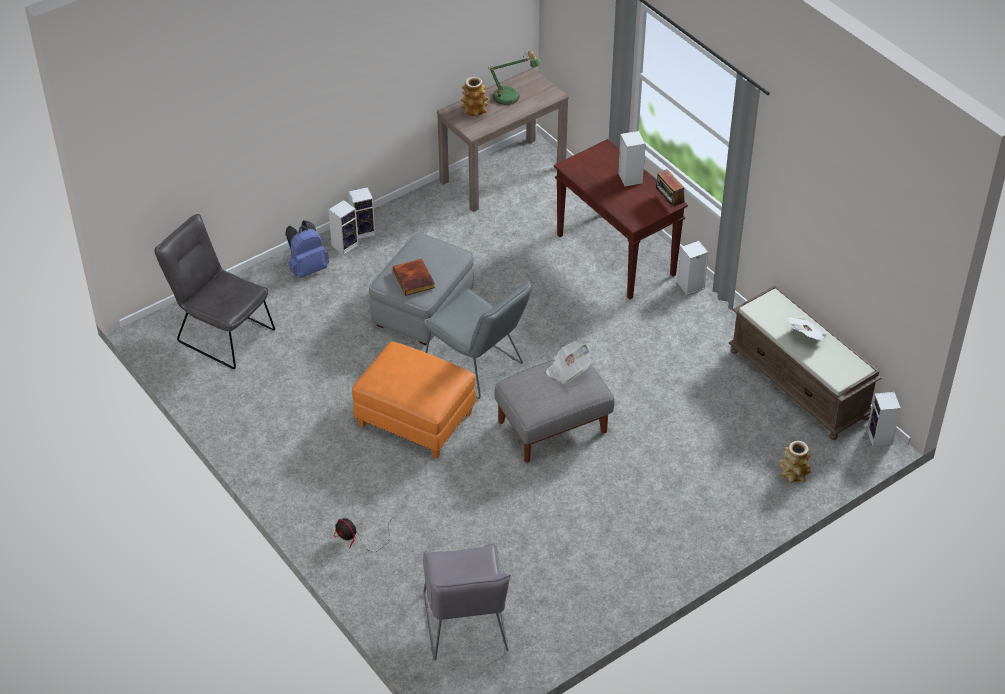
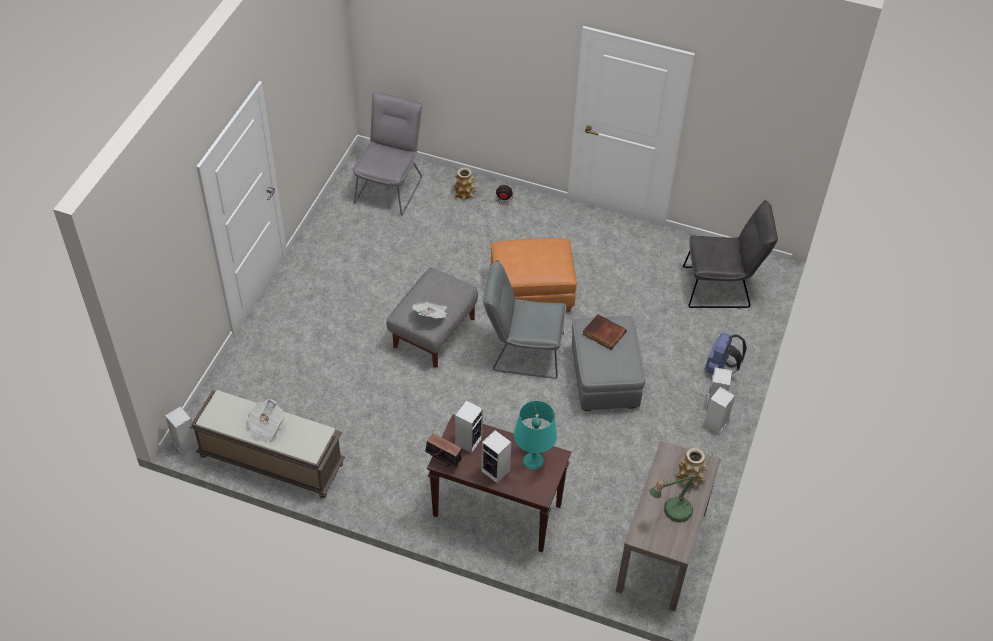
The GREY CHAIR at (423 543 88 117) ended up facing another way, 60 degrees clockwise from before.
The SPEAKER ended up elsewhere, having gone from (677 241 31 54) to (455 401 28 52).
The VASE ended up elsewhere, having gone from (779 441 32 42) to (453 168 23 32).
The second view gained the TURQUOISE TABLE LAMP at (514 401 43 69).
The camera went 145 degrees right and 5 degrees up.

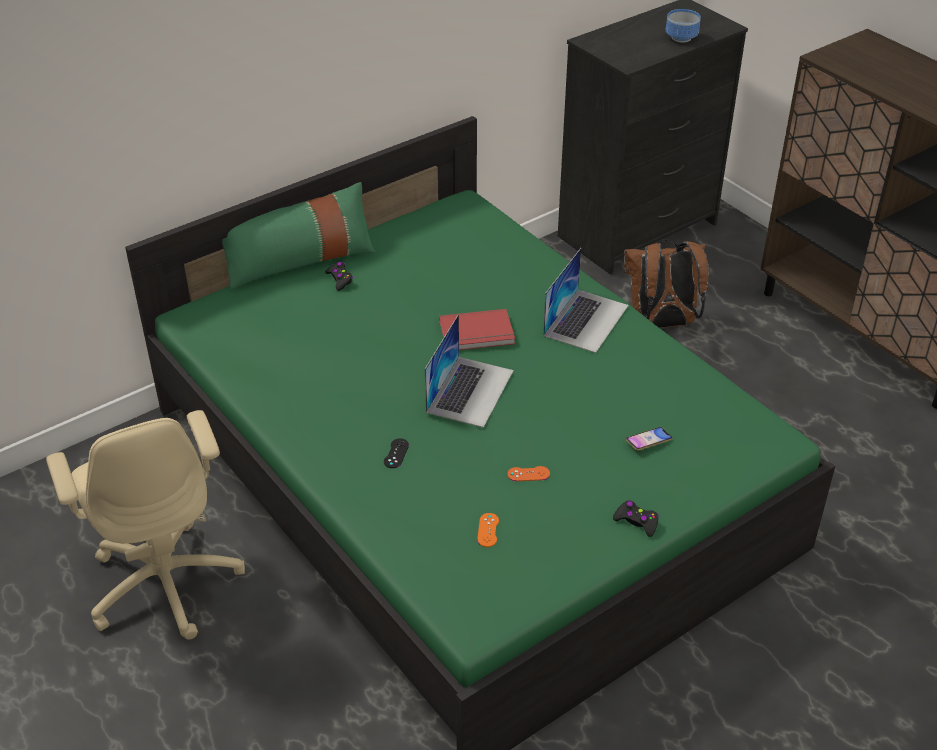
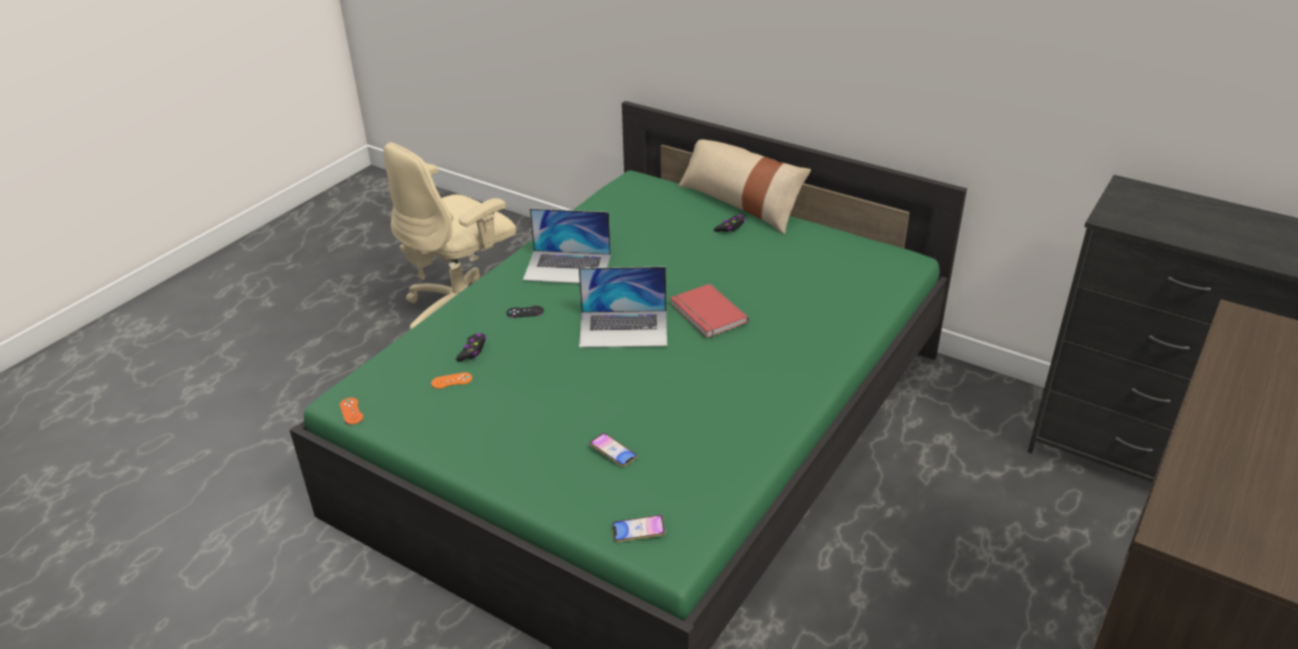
What was the GREEN PILLOW at (222 182 154 108) turned into the BEIGE PILLOW at (679 140 132 94).
The ORANGE GAME CONTROLLER ended up elsewhere, having gone from (507 466 43 15) to (340 398 23 27).
The LAPTOP ended up elsewhere, having gone from (543 248 86 105) to (523 208 88 75).
The BLACK GAME CONTROLLER ended up elsewhere, having gone from (613 500 46 37) to (456 333 30 28).
The second view lost the BROWN BACKPACK at (624 240 85 88).
The second view lost the BOWL at (666 9 35 34).
The second view gained the PHONE at (612 515 53 27).
The camera went 70 degrees right and 5 degrees down.

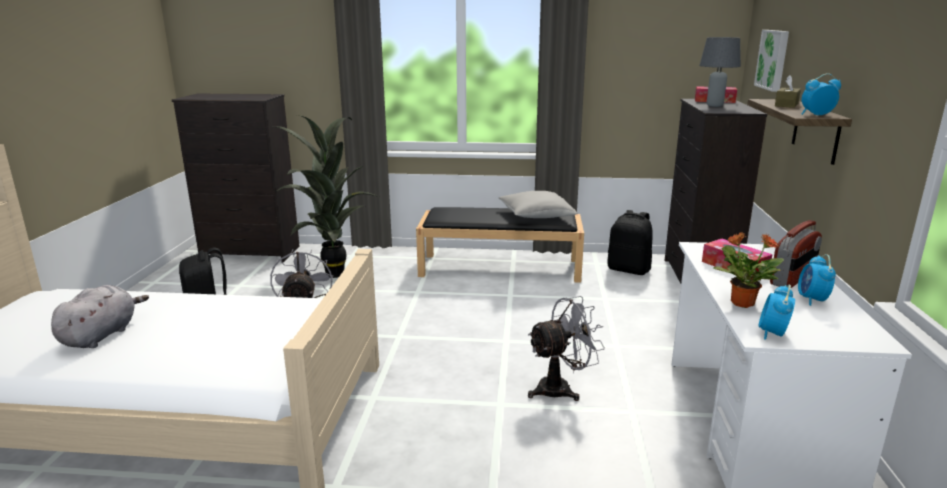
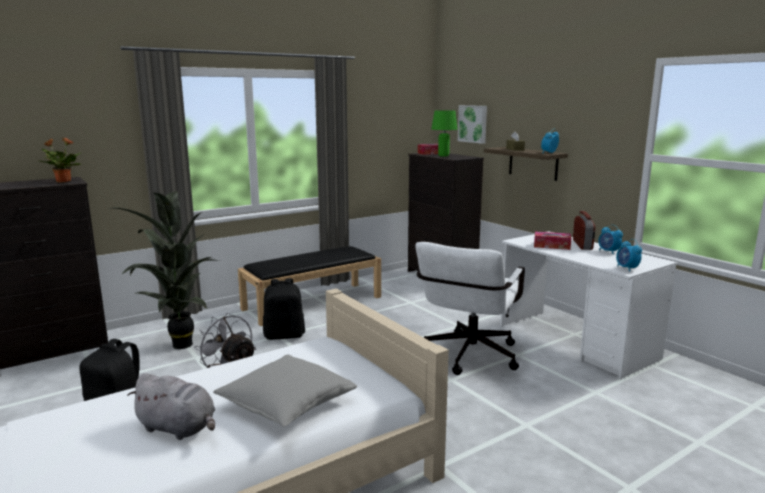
The GREY PLUSH TOY at (51 285 98 63) ended up facing another way, 135 degrees clockwise from before.
The GREY PILLOW ended up elsewhere, having gone from (499 191 78 27) to (213 354 144 73).
Where the GREY FAN stood at (528 296 77 105), the WHITE OFFICE CHAIR came to stand at (415 242 110 133).
The BLACK BACKPACK ended up elsewhere, having gone from (608 210 44 65) to (263 278 42 62).
What was the GREY TABLE LAMP at (699 37 42 70) turned into the GREEN TABLE LAMP at (431 110 27 47).
The POTTED PLANT ended up elsewhere, having gone from (714 232 70 76) to (40 137 41 45).
The camera went 40 degrees left and 5 degrees down.

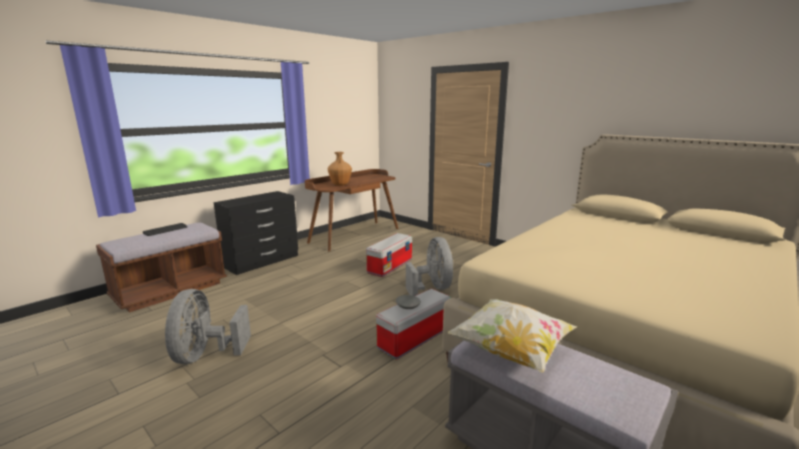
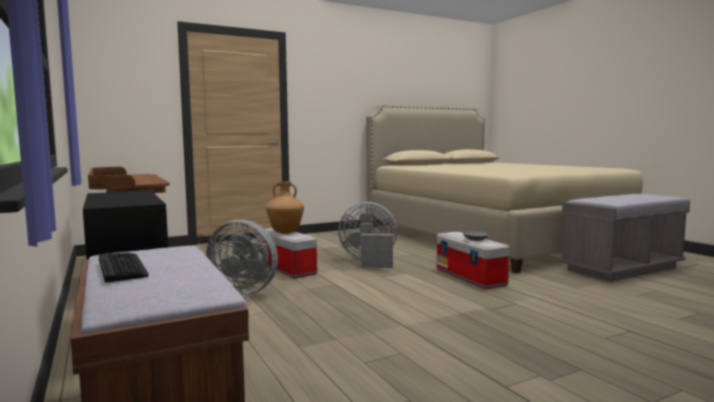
The GREY FAN ended up elsewhere, having gone from (165 289 86 75) to (206 220 72 75).
The BROWN VASE ended up elsewhere, having gone from (328 152 24 34) to (266 182 38 52).
The second view lost the PILLOW at (447 299 130 74).
The camera went 70 degrees left and 10 degrees down.

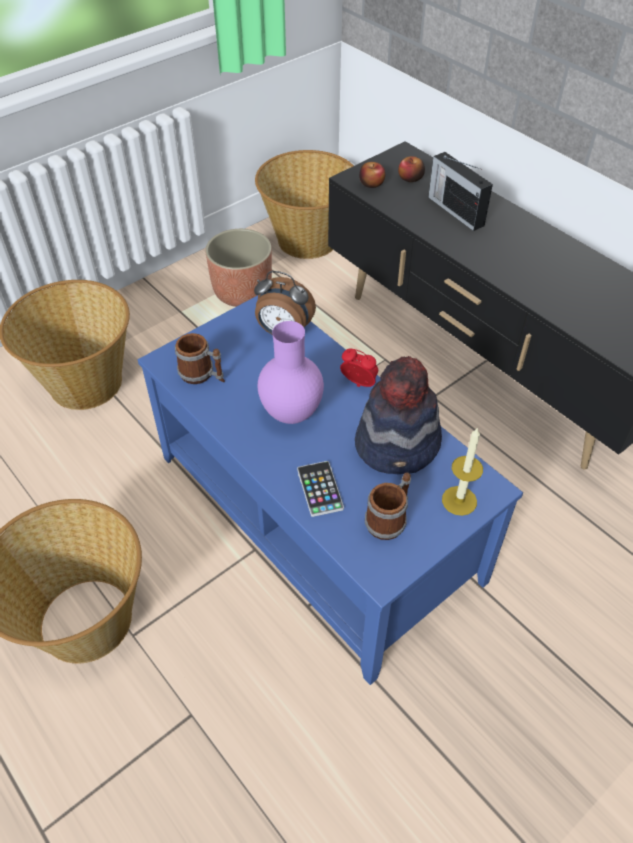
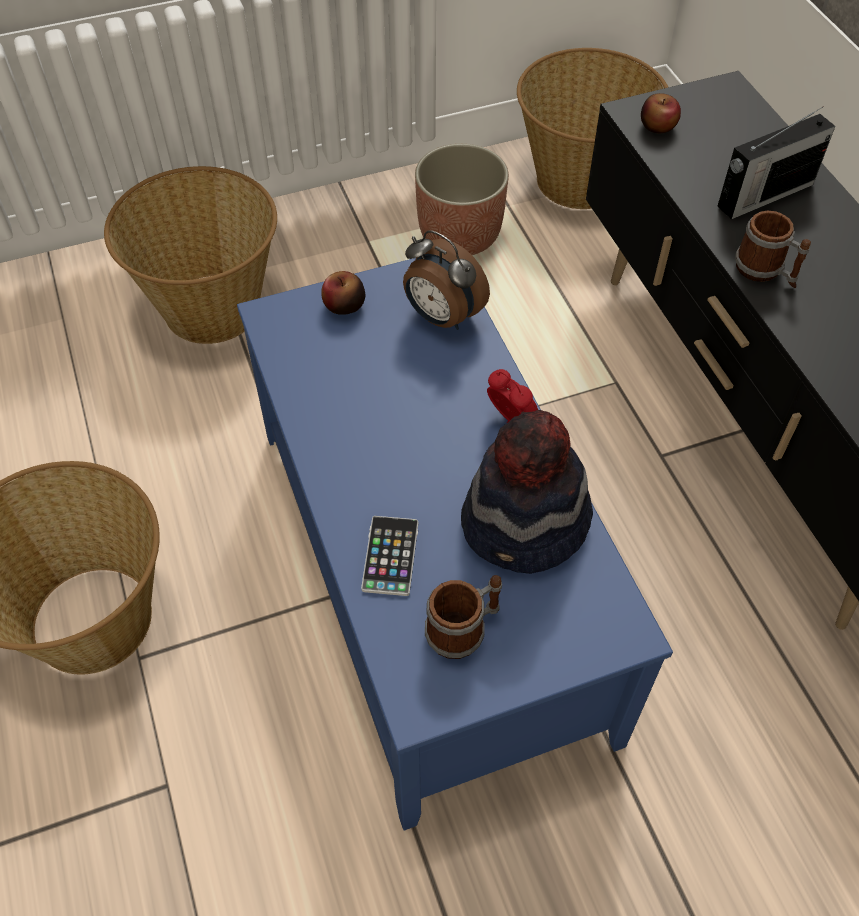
The MUG ended up elsewhere, having gone from (175 333 50 51) to (735 210 76 78).
The second view lost the PURPLE VASE at (258 321 66 103).
The APPLE ended up elsewhere, having gone from (398 156 27 26) to (321 271 44 44).
The RADIO at (428 152 65 79) ended up facing another way, 105 degrees counterclockwise from before.
The second view lost the CANDLE at (442 427 41 89).
The camera went 20 degrees right and 5 degrees up.

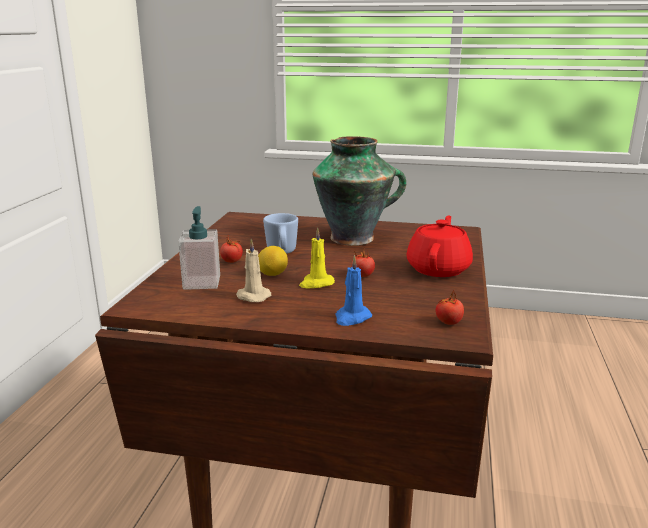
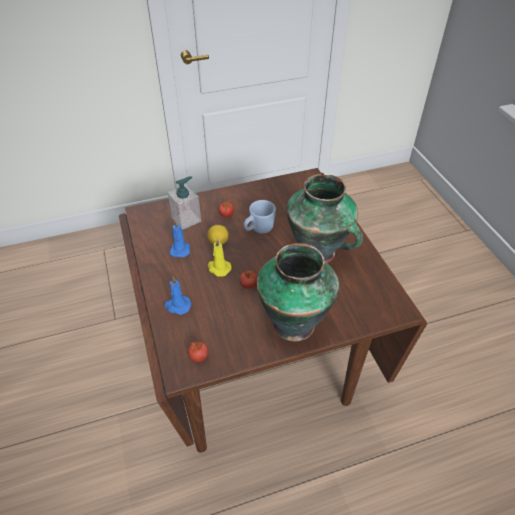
What was the BEIGE CANDLE at (236 239 35 63) turned into the BLUE CANDLE at (169 220 21 37).
Where the RED TEAPOT stood at (406 215 67 62), the VASE came to stand at (256 243 83 99).
The camera went 60 degrees right and 25 degrees up.

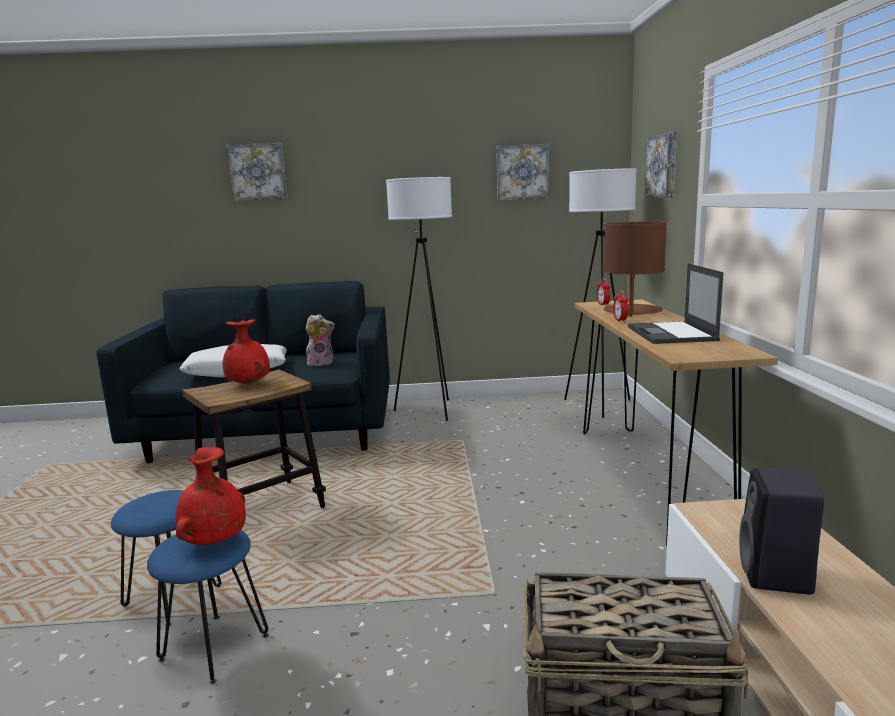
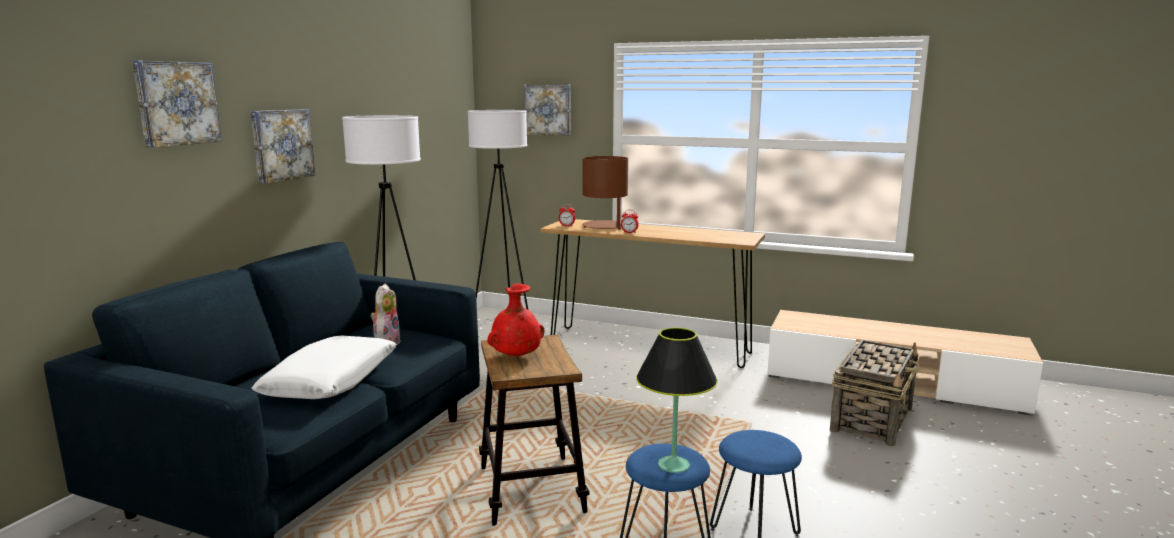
The second view lost the RED VASE at (176 447 70 98).
The PICTURE ended up elsewhere, having gone from (496 144 53 56) to (251 109 64 74).
The second view lost the LAPTOP at (628 263 96 81).
The second view lost the BLACK SPEAKER at (739 468 86 127).
The second view gained the BLACK TABLE LAMP at (636 328 82 145).
The camera went 65 degrees left and 0 degrees up.

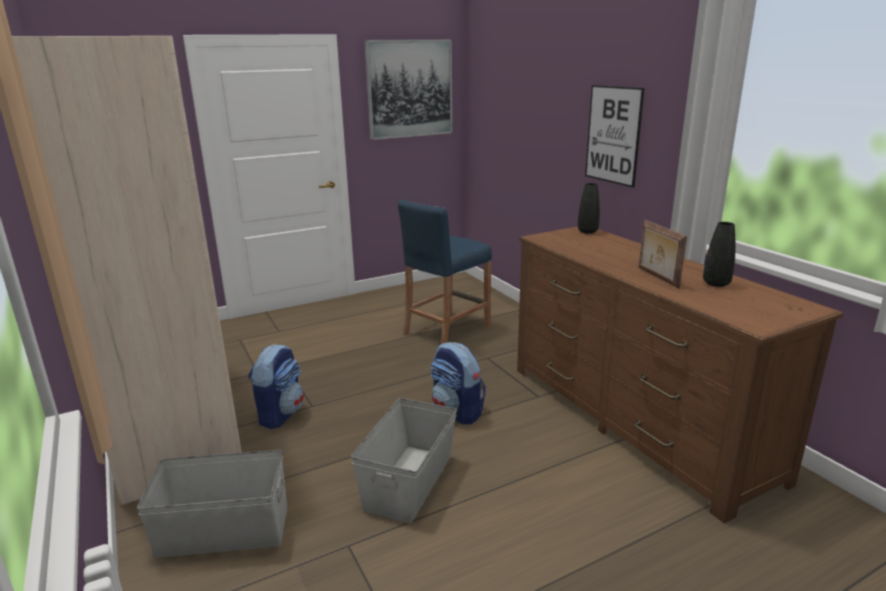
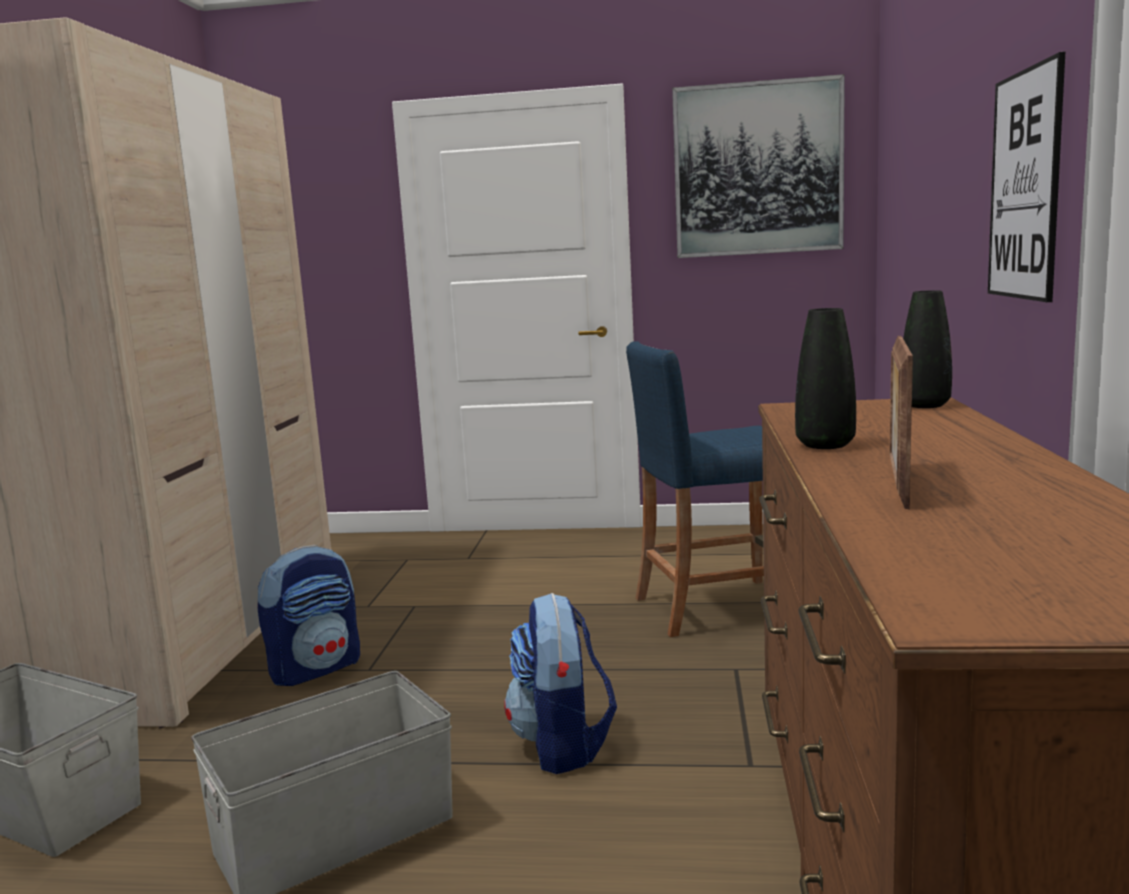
The BLACK VASE ended up elsewhere, having gone from (703 222 33 65) to (795 308 61 141).
The camera went 35 degrees right and 10 degrees down.

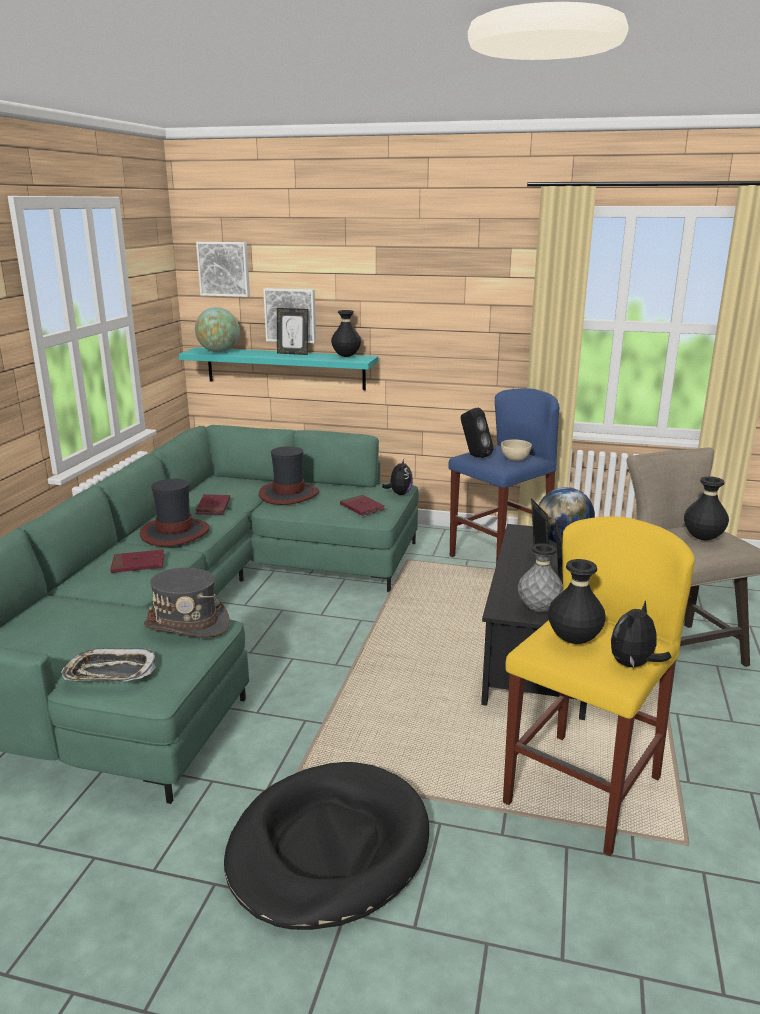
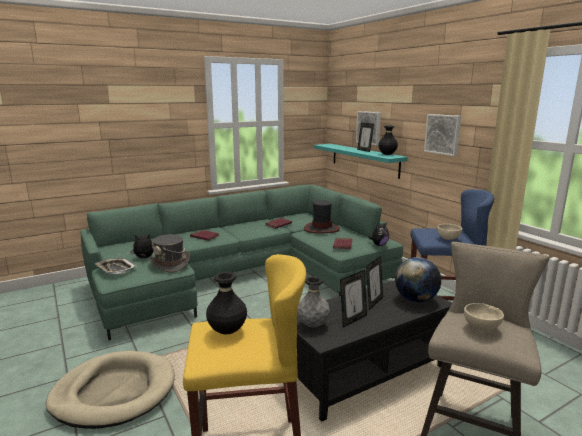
The second view lost the HAT at (140 479 70 67).
The second view lost the GLOBE at (195 307 45 45).
The PICTURE ended up elsewhere, having gone from (196 242 54 55) to (424 114 37 42).
What was the BLACK DOG BED at (224 762 205 168) turned into the BEIGE DOG BED at (46 351 129 78).
The second view lost the BLACK SPEAKER at (461 407 33 51).
The PLUSH TOY ended up elsewhere, having gone from (611 601 60 66) to (130 234 23 24).
Where the BLACK VASE stood at (684 476 45 64), the BEIGE BOWL came to stand at (464 303 40 28).
The camera went 45 degrees right and 5 degrees down.

